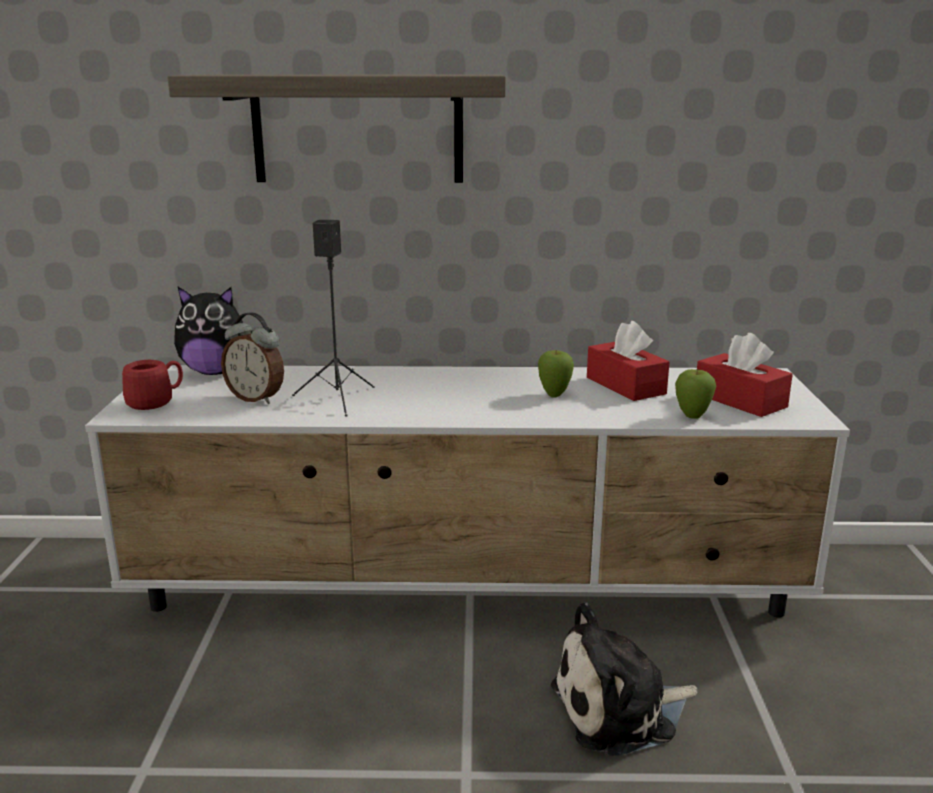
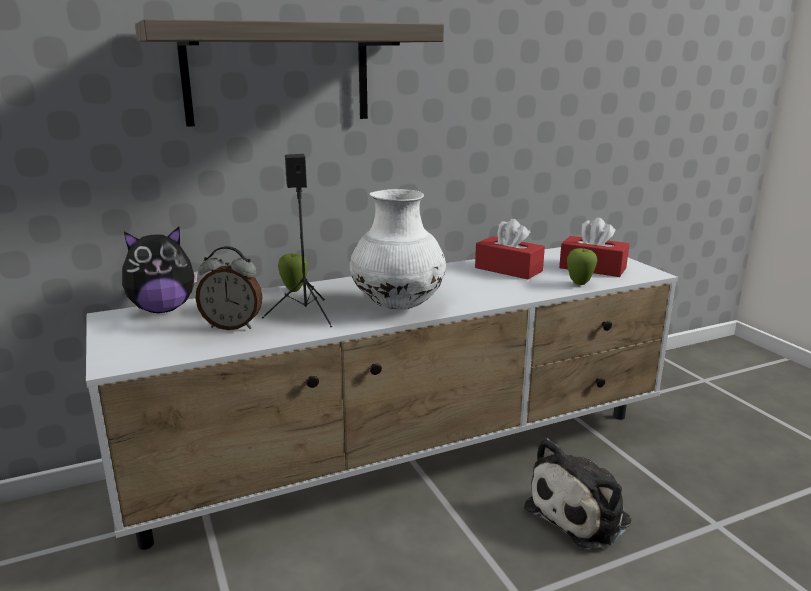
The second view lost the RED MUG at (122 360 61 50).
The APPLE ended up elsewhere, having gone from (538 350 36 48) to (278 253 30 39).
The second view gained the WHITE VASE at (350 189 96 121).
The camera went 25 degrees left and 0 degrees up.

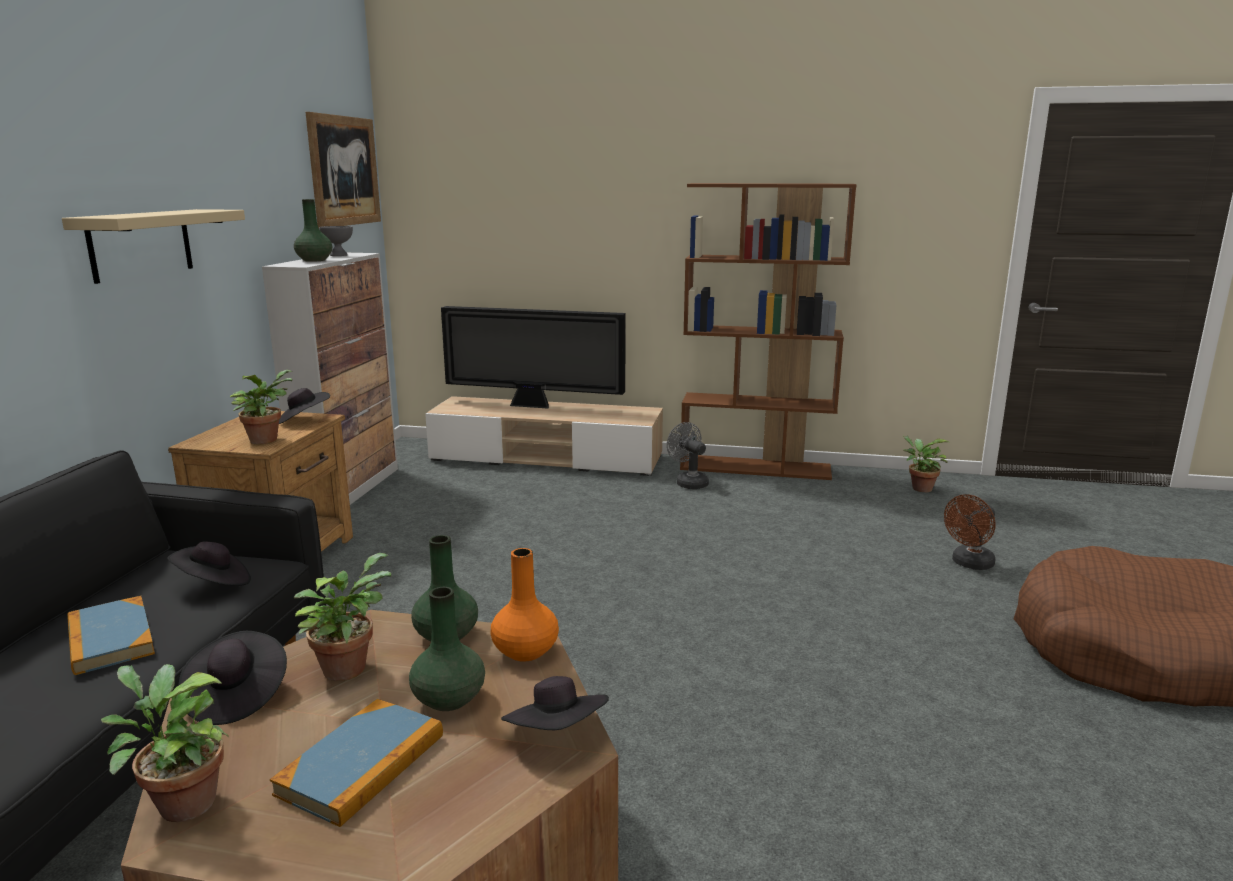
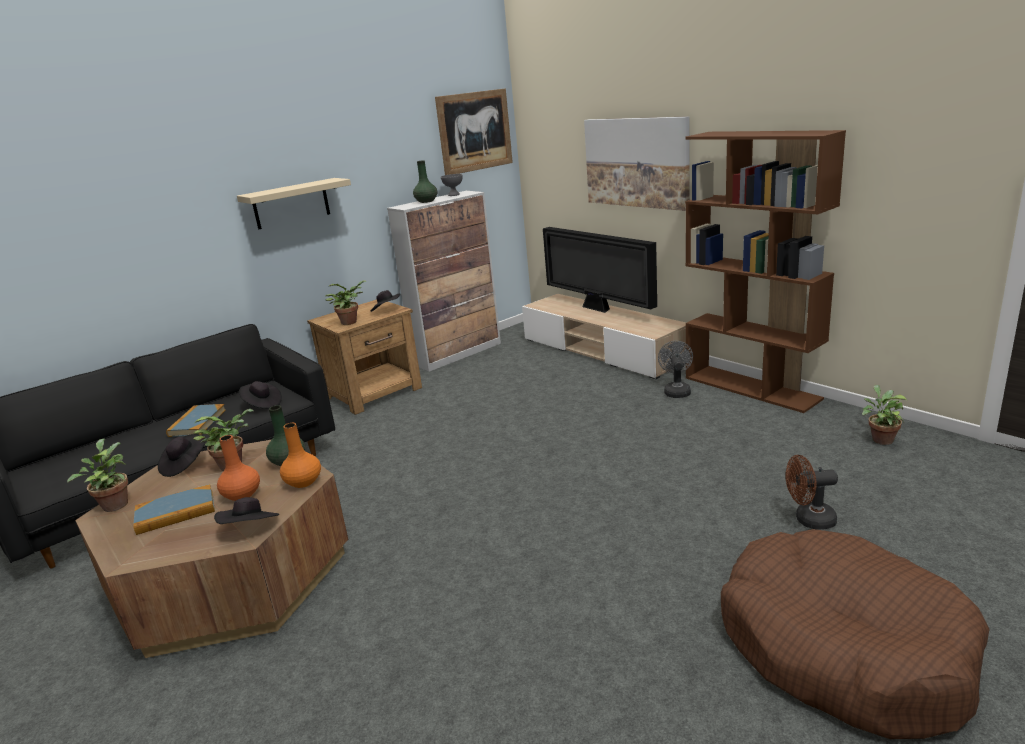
What was the GREEN VASE at (409 587 76 124) turned into the ORANGE VASE at (217 435 43 66).
The second view gained the PICTURE at (584 116 106 95).
The camera went 40 degrees right and 5 degrees up.

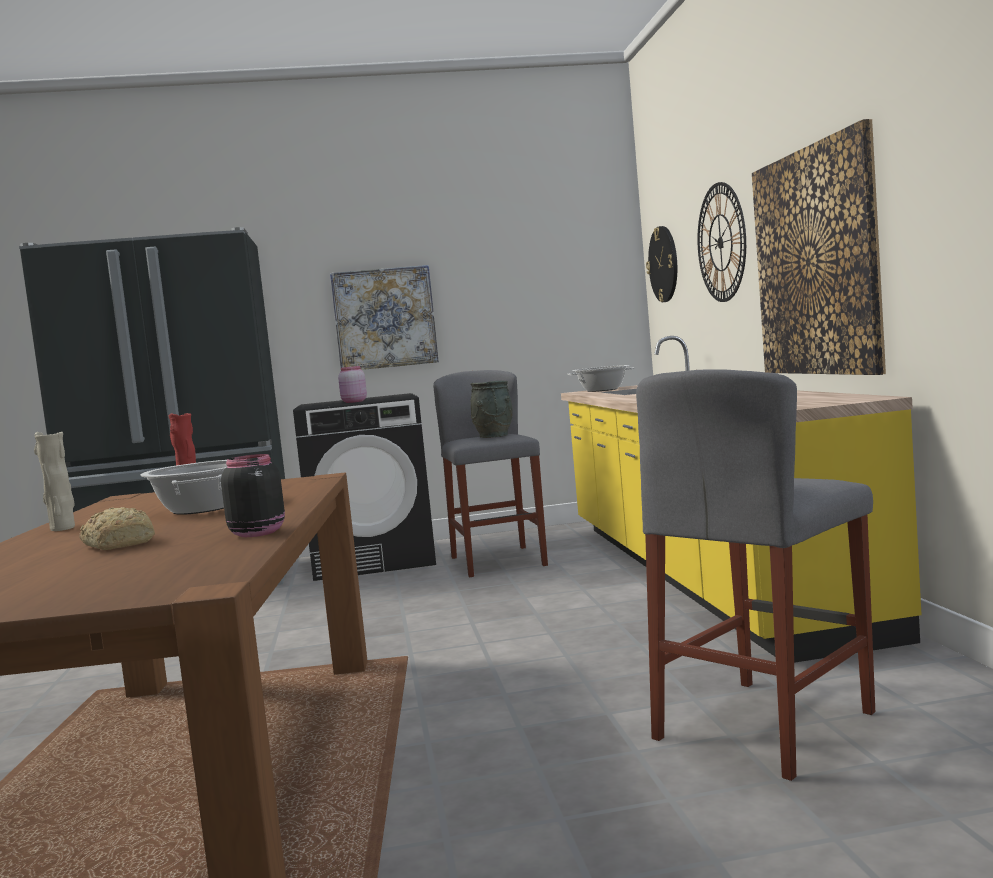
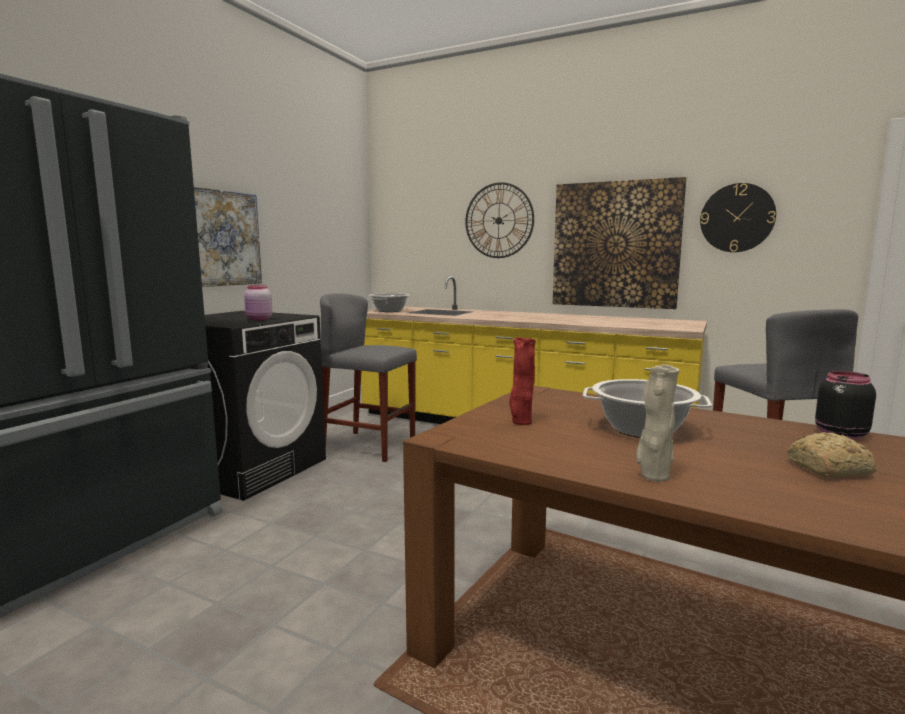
The second view lost the GREY VASE at (470 381 43 57).
The WALL CLOCK ended up elsewhere, having gone from (646 226 31 76) to (700 183 76 69).
The camera went 55 degrees left and 5 degrees up.

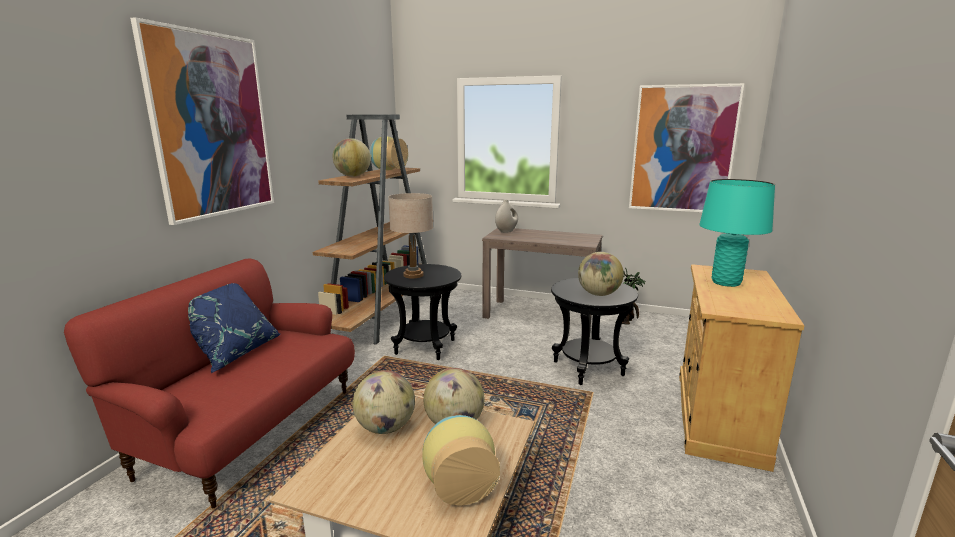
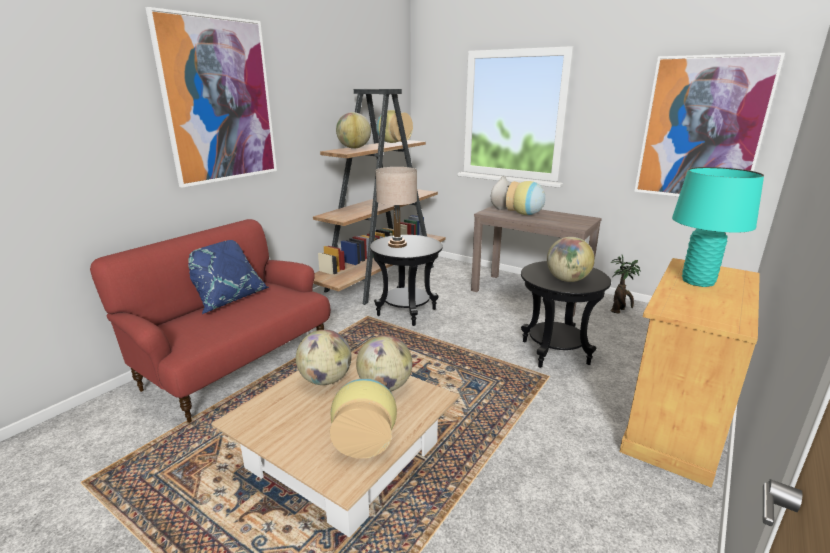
The second view gained the VASE at (506 181 39 34).
The camera went 15 degrees right and 5 degrees up.

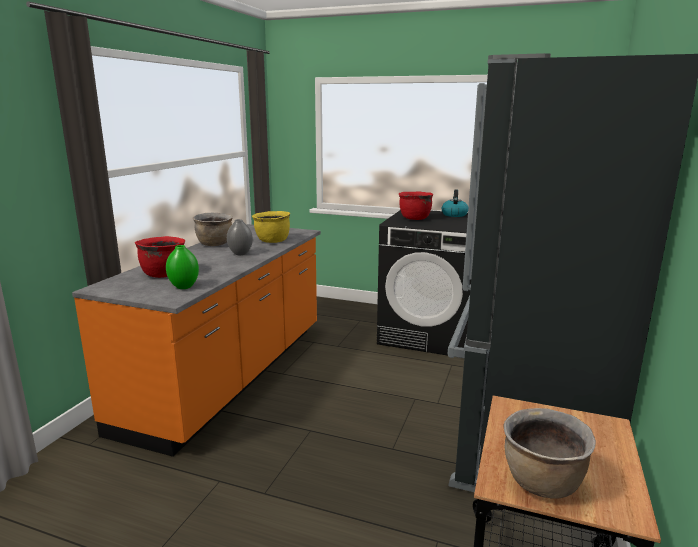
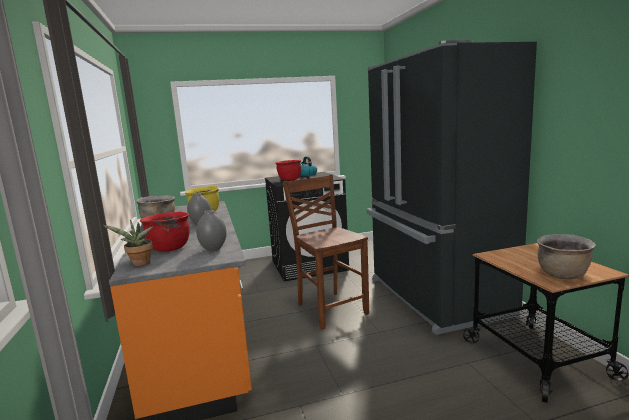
What was the GREEN VASE at (166 245 33 44) turned into the GREY VASE at (196 210 31 41).
The second view gained the POTTED PLANT at (103 220 50 46).
The second view gained the BROWN CHAIR at (282 175 87 155).
The camera went 35 degrees left and 5 degrees down.

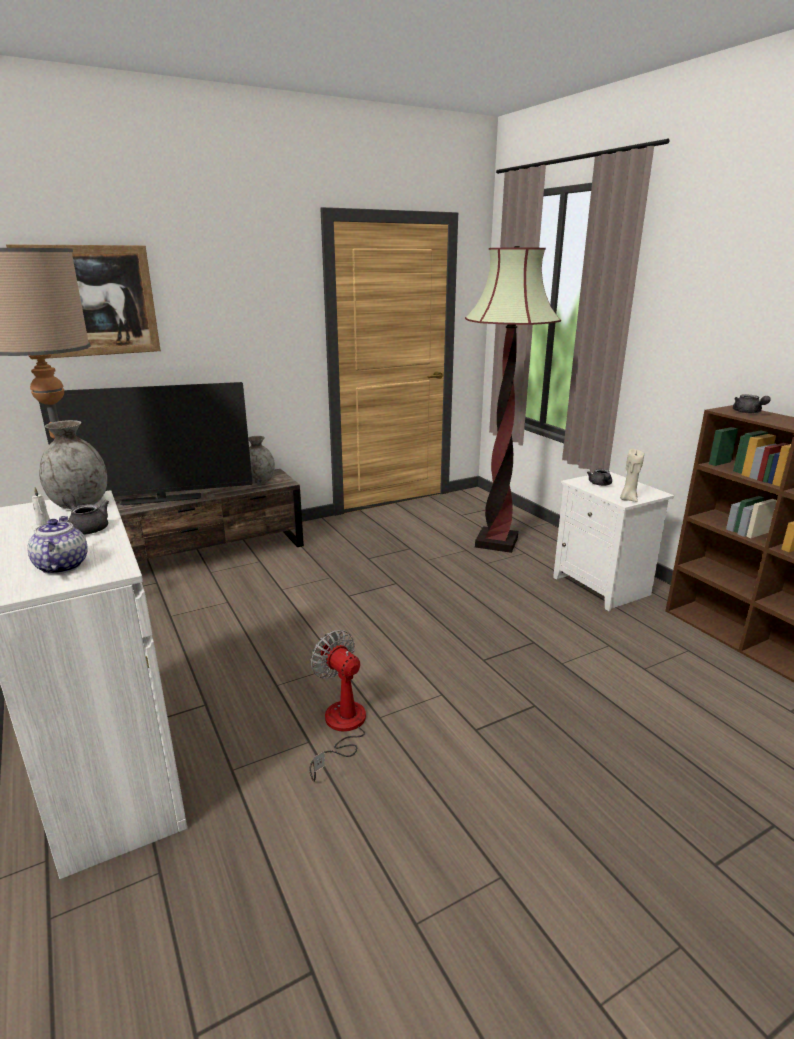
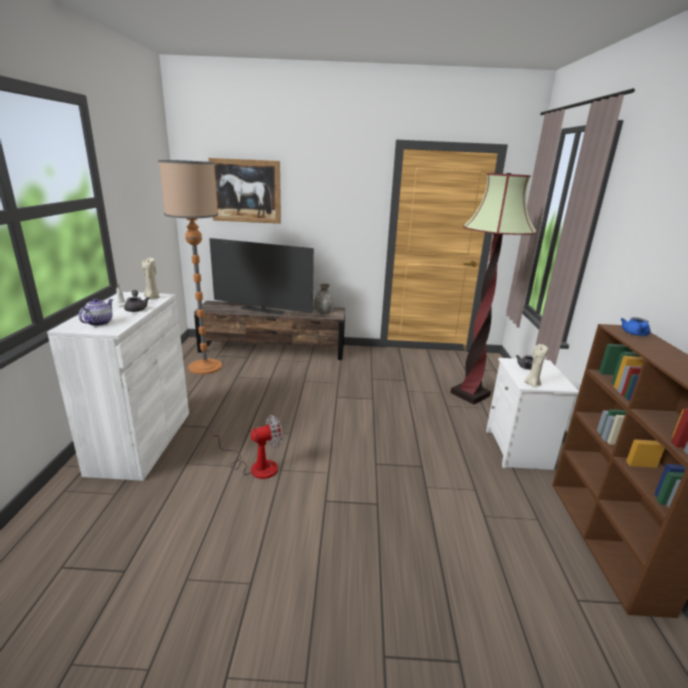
Where the GREY VASE stood at (39 420 68 89), the BEIGE CANDLE came to stand at (142 258 18 41).
The FAN at (310 630 56 152) ended up facing another way, 75 degrees clockwise from before.
What was the GREY TEAPOT at (733 394 38 19) turned into the BLUE TEAPOT at (620 317 30 19).
The camera went 30 degrees right and 0 degrees up.

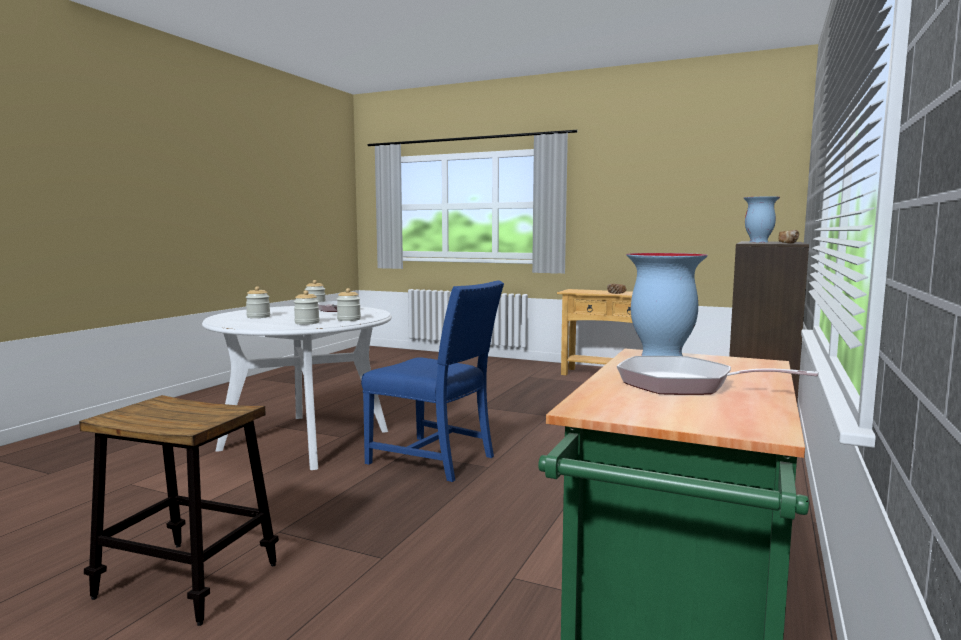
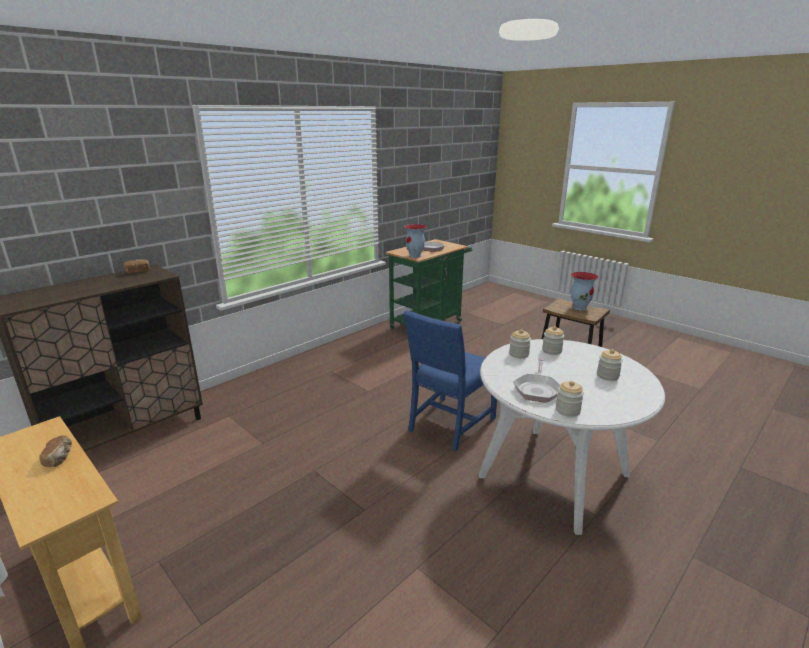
The BLUE CHAIR at (361 280 143 202) ended up facing another way, 105 degrees counterclockwise from before.
The VASE ended up elsewhere, having gone from (744 196 36 46) to (571 272 28 39).
The camera went 160 degrees left and 15 degrees up.

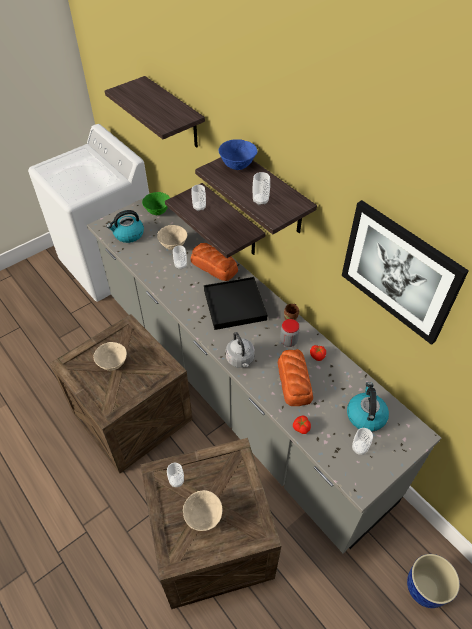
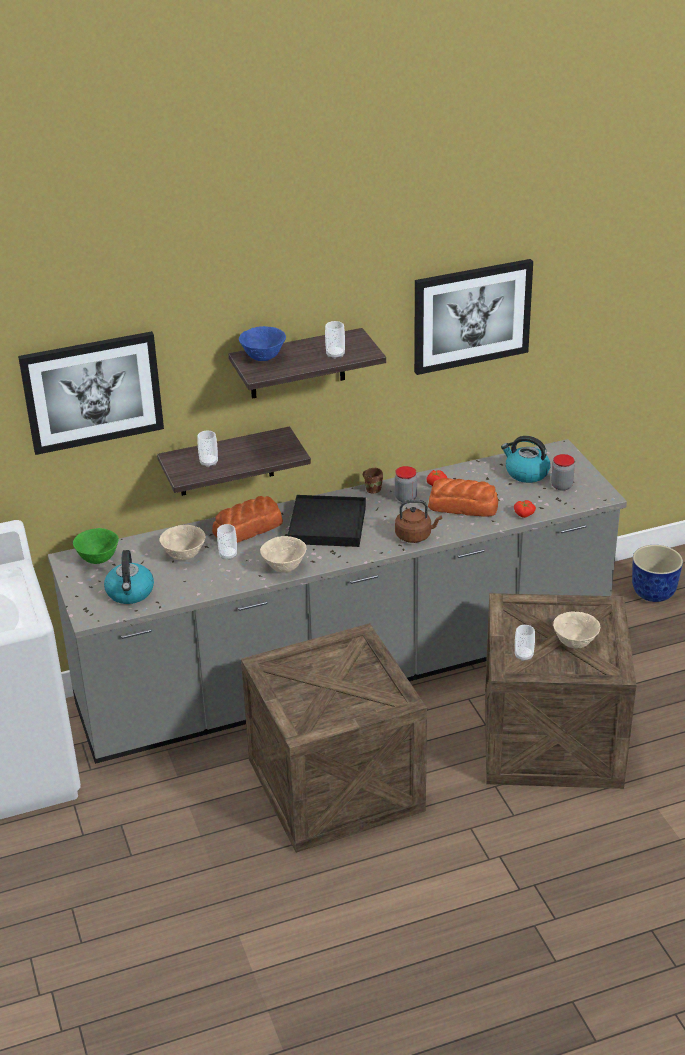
The BEIGE BOWL ended up elsewhere, having gone from (94 342 33 29) to (260 536 47 37).
Where the SHELF hung at (105 76 100 72), the PICTURE came to hang at (18 331 146 124).
What was the GREY KETTLE at (226 332 29 36) turned into the BROWN KETTLE at (395 500 47 43).
Where the CUP stood at (352 428 21 27), the JAR came to stand at (551 454 24 37).
The camera went 70 degrees left and 15 degrees down.

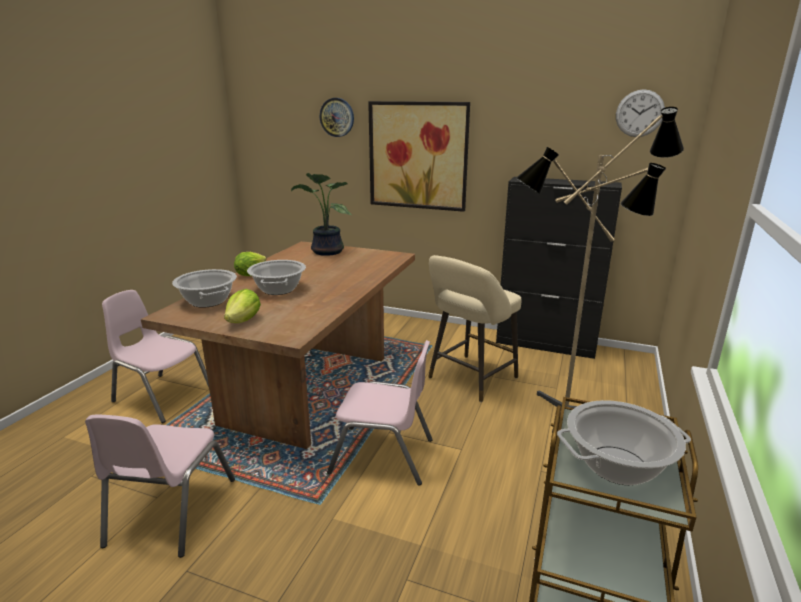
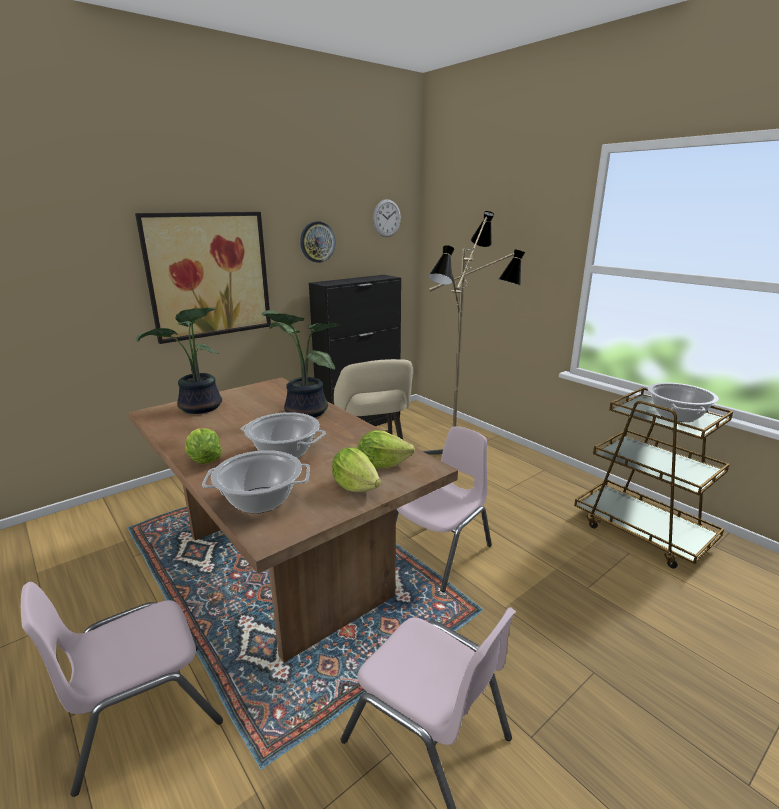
The WALL CLOCK ended up elsewhere, having gone from (320 98 34 39) to (300 221 36 42).
The second view gained the POTTED PLANT at (262 310 78 108).
The second view gained the LETTUCE at (358 430 57 38).
The camera went 60 degrees left and 0 degrees up.

